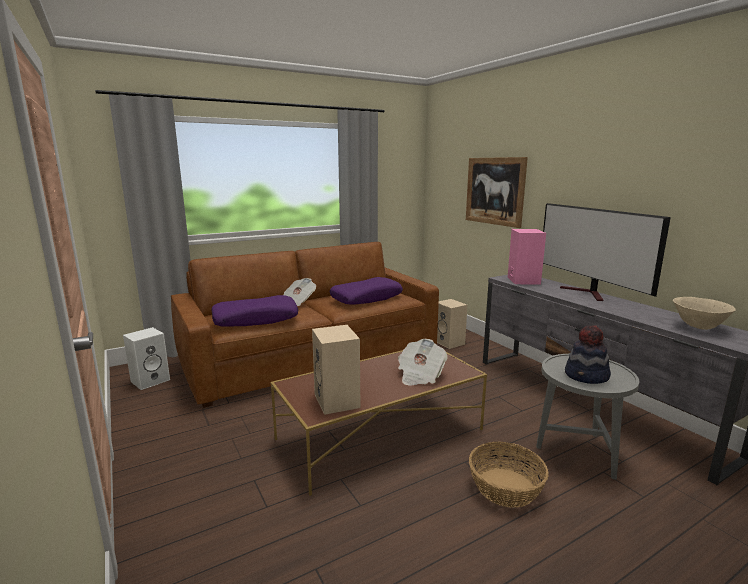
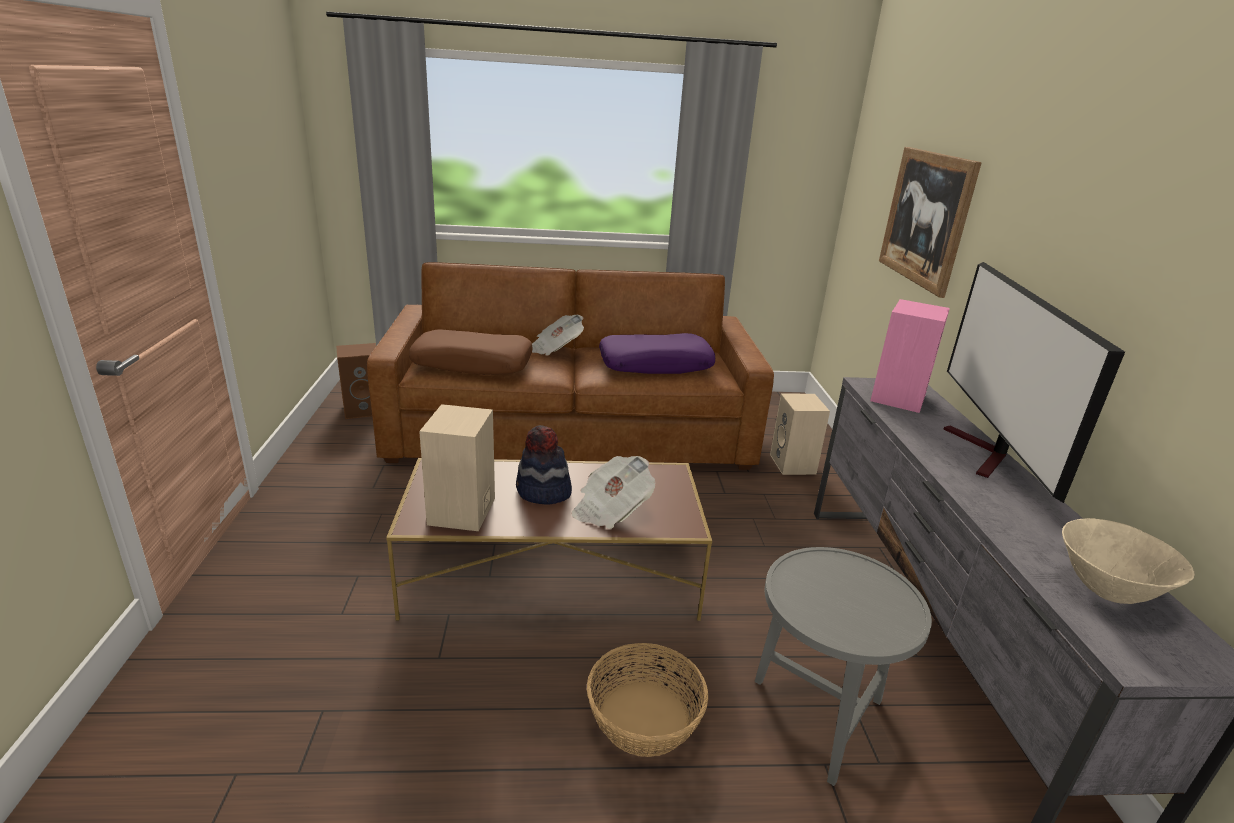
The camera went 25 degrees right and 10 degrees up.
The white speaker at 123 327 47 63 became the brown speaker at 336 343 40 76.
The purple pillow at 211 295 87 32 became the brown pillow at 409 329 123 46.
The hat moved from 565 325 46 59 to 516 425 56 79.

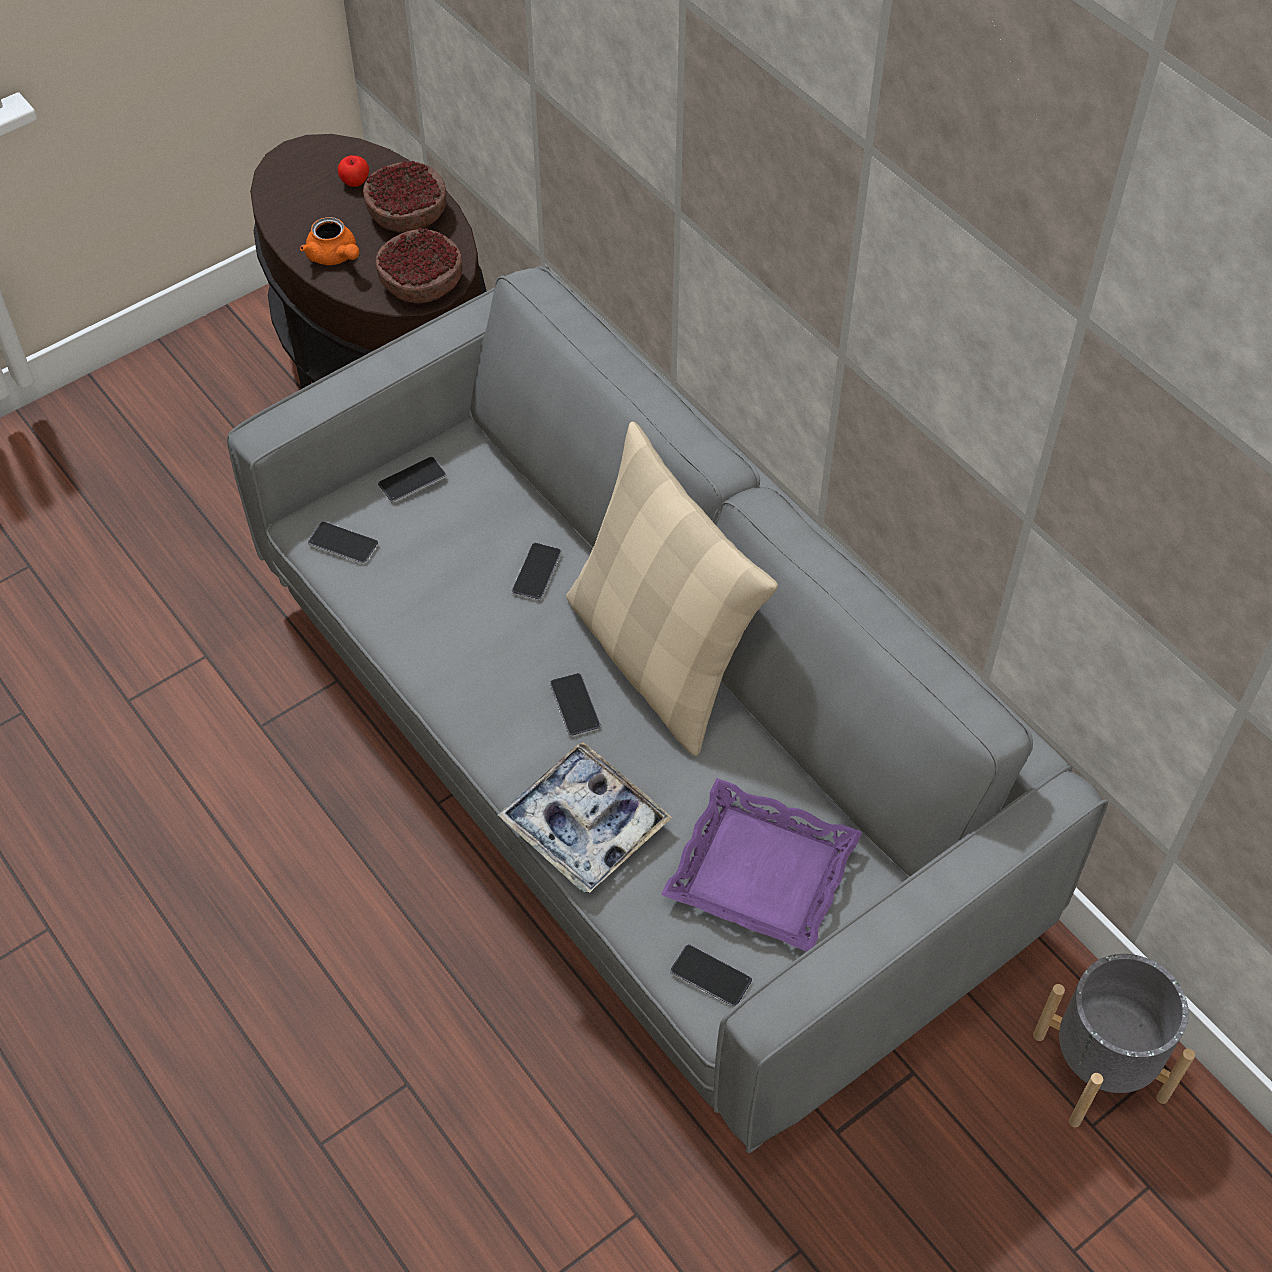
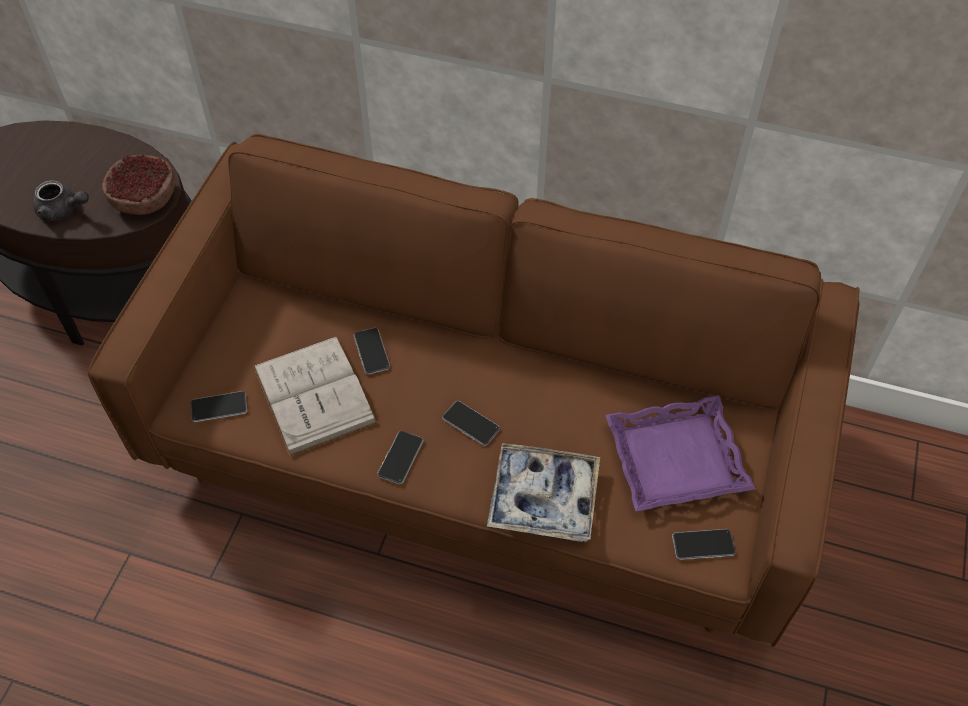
The camera went 35 degrees left and 0 degrees up.
The orange teapot at 300 217 60 48 became the grey teapot at 33 180 56 41.
The grey sofa at 227 266 881 887 became the brown sofa at 88 134 772 513.
The white book at 253 336 124 120 appeared.
The phone moved from 378 457 68 46 to 377 431 46 53.
The apple at 338 155 31 32 disappeared.
The bowl at 363 161 84 71 disappeared.
The beige pillow at 566 421 212 335 disappeared.
The grey planter at 1033 954 162 173 disappeared.

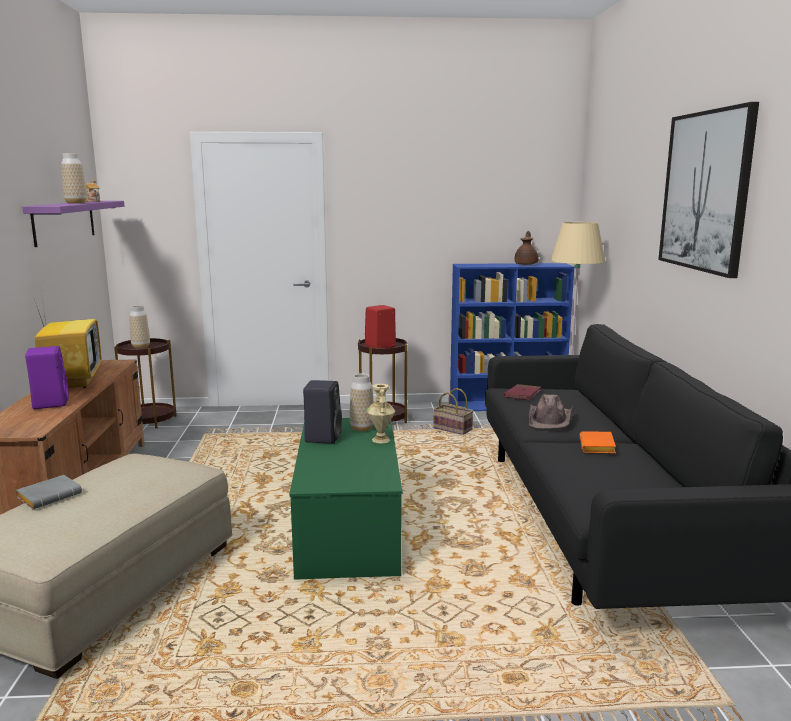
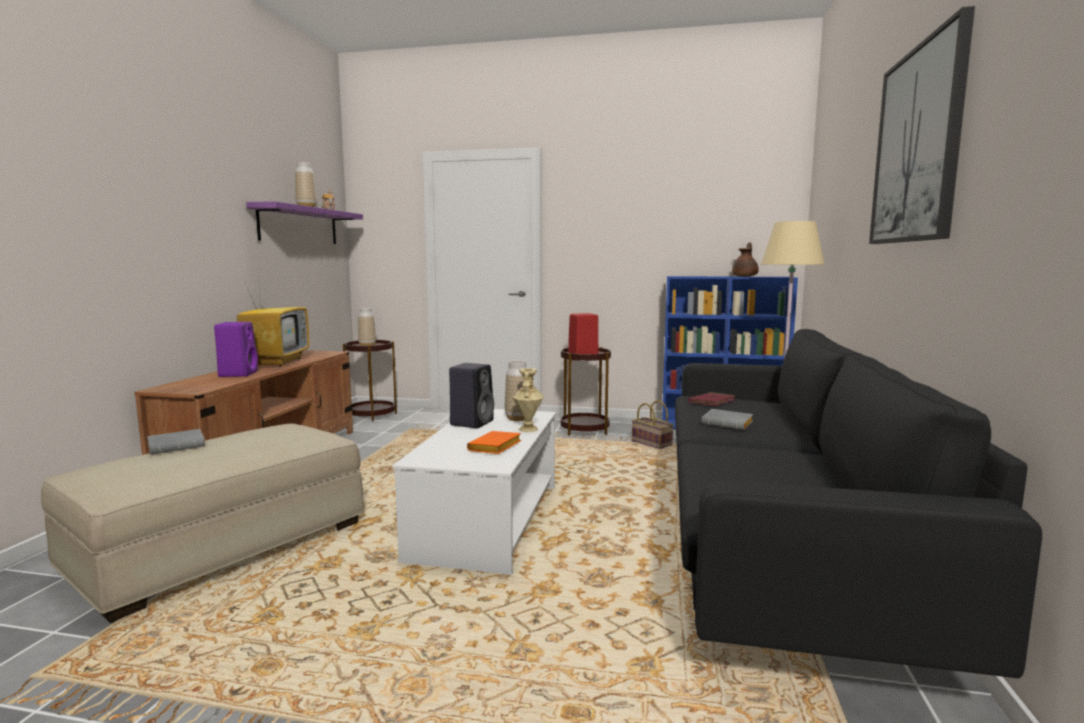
The camera went 15 degrees right and 5 degrees down.
The green coffee table at 289 418 113 162 became the white coffee table at 392 409 164 166.
The orange book moved from 580 431 36 22 to 467 431 54 23.
The brown hat at 529 395 45 33 was replaced by the grey book at 702 409 51 21.

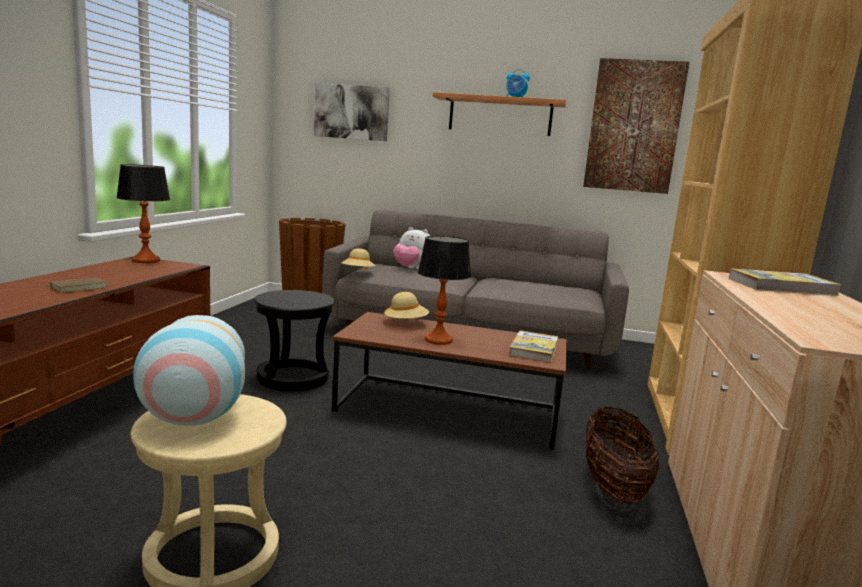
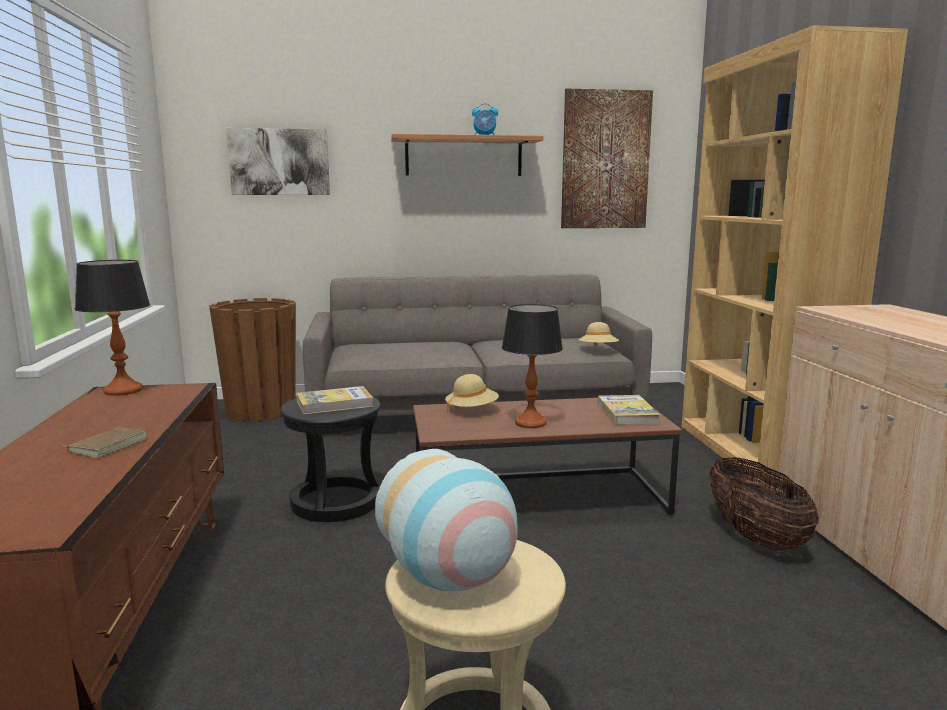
The camera went 20 degrees left and 0 degrees up.
The book moved from 729 268 113 28 to 296 386 77 29.
The beige hat moved from 341 248 35 22 to 579 322 40 24.
The plush toy at 393 227 37 42 disappeared.

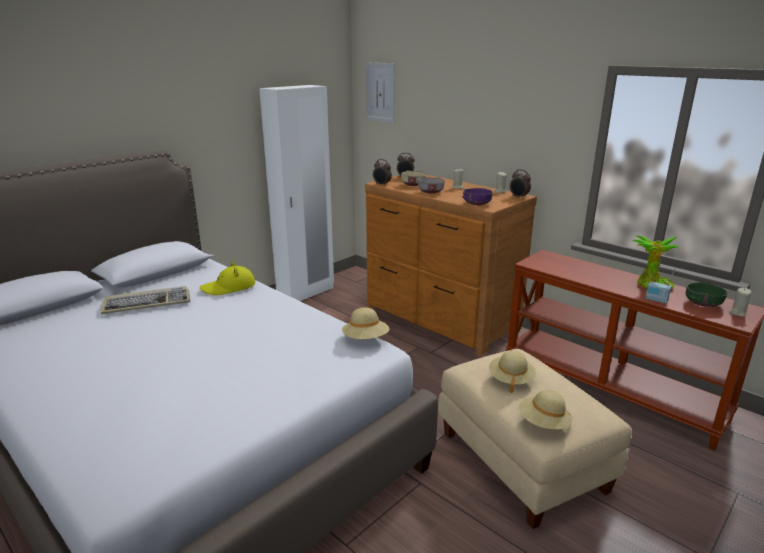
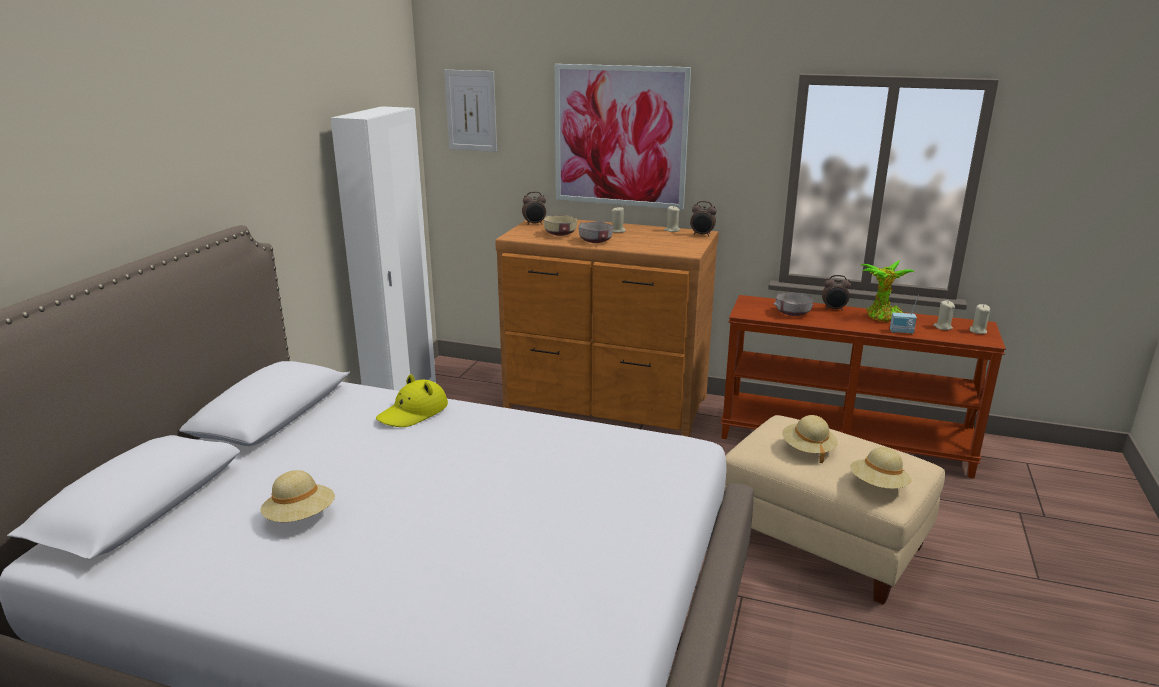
The camera went 25 degrees left and 0 degrees up.
The beige hat moved from 342 307 47 32 to 260 470 75 52.
The picture at 554 64 137 145 appeared.
The grey bowl at 774 293 40 23 appeared.
The alarm clock moved from 373 159 19 27 to 822 275 29 36.
The green bowl at 685 282 42 25 was replaced by the beige candle at 933 300 22 30.
The keyboard at 101 286 89 28 disappeared.
The purple bowl at 462 188 31 17 disappeared.

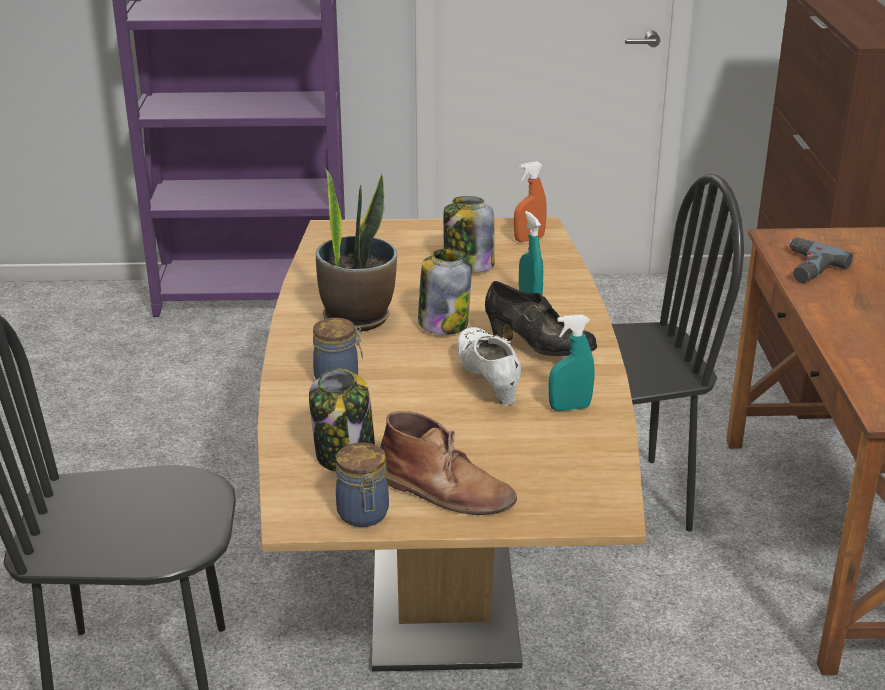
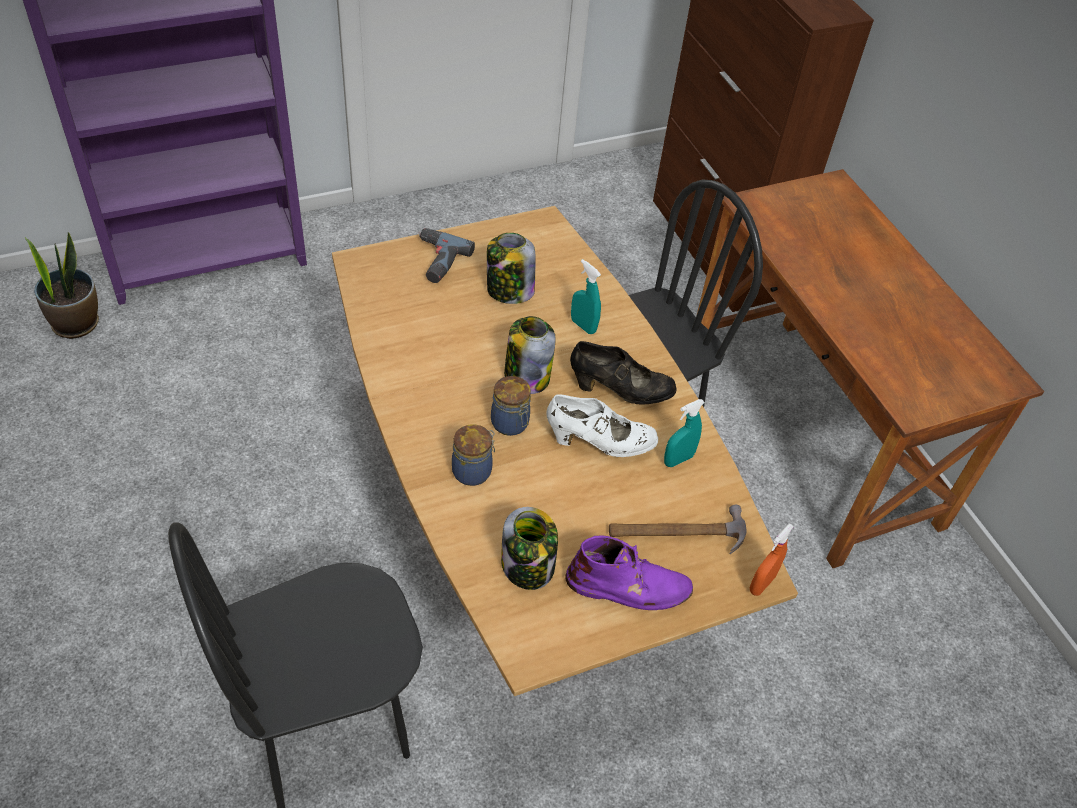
The camera went 25 degrees left and 20 degrees up.
The potted plant moved from 316 167 81 165 to 24 232 75 107.
The power drill moved from 789 237 64 46 to 418 228 57 55.
The jar moved from 336 442 53 85 to 491 376 40 60.
The white shoe at 457 327 64 79 turned 135 degrees clockwise.
The brown boot at 380 411 137 104 became the purple boot at 565 535 128 75.
The hammer at 609 505 138 49 appeared.
The orange spray bottle moved from 514 161 33 81 to 750 523 44 73.

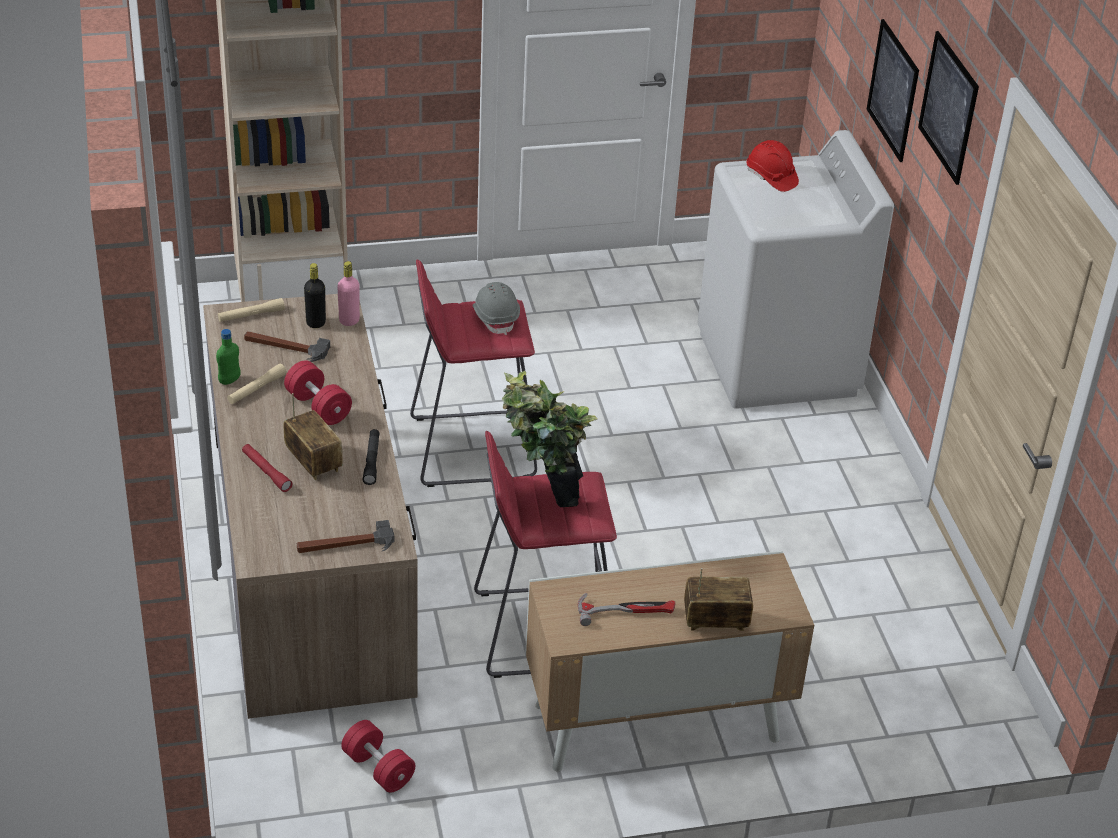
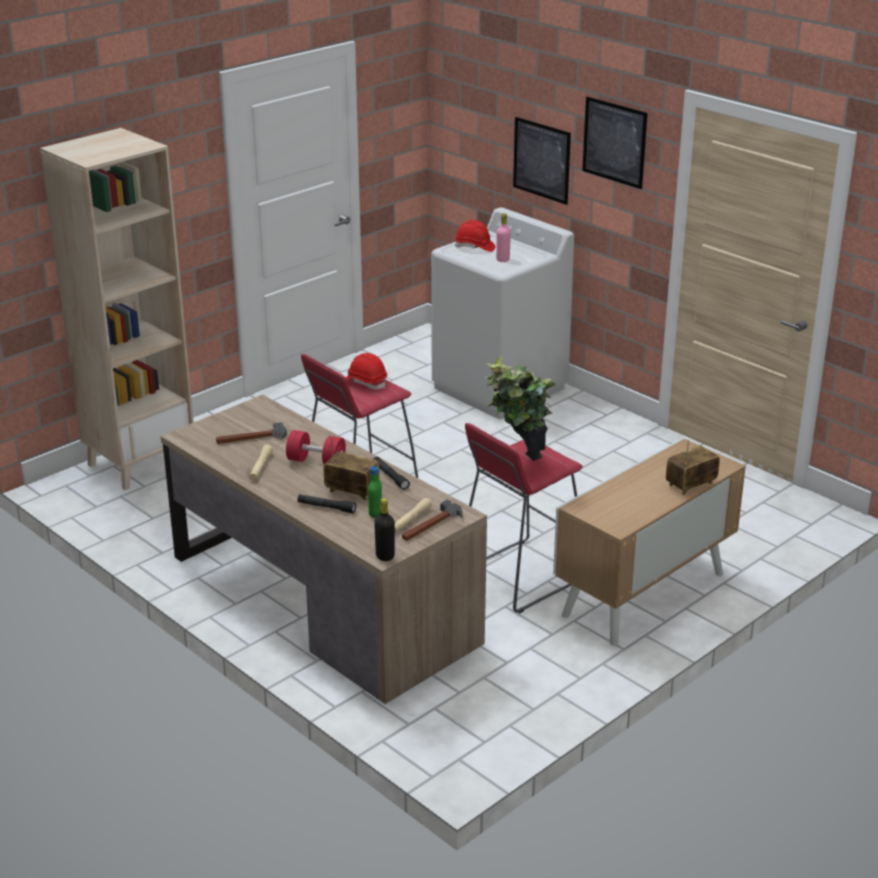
The camera went 30 degrees left and 10 degrees down.
The red flashlight at 242 444 51 48 became the black flashlight at 297 494 59 20.
The grey hard hat at 472 282 48 53 became the red hard hat at 345 353 42 37.
The green bottle moved from 216 329 25 56 to 368 466 14 52.
The black bottle moved from 304 263 22 65 to 374 498 21 63.
The beige flashlight moved from 218 298 67 24 to 395 498 37 35.
The pink bottle moved from 337 261 23 65 to 496 213 15 49.
The red dumbbell at 341 720 74 72 disappeared.
The hammer at 578 593 97 33 disappeared.

